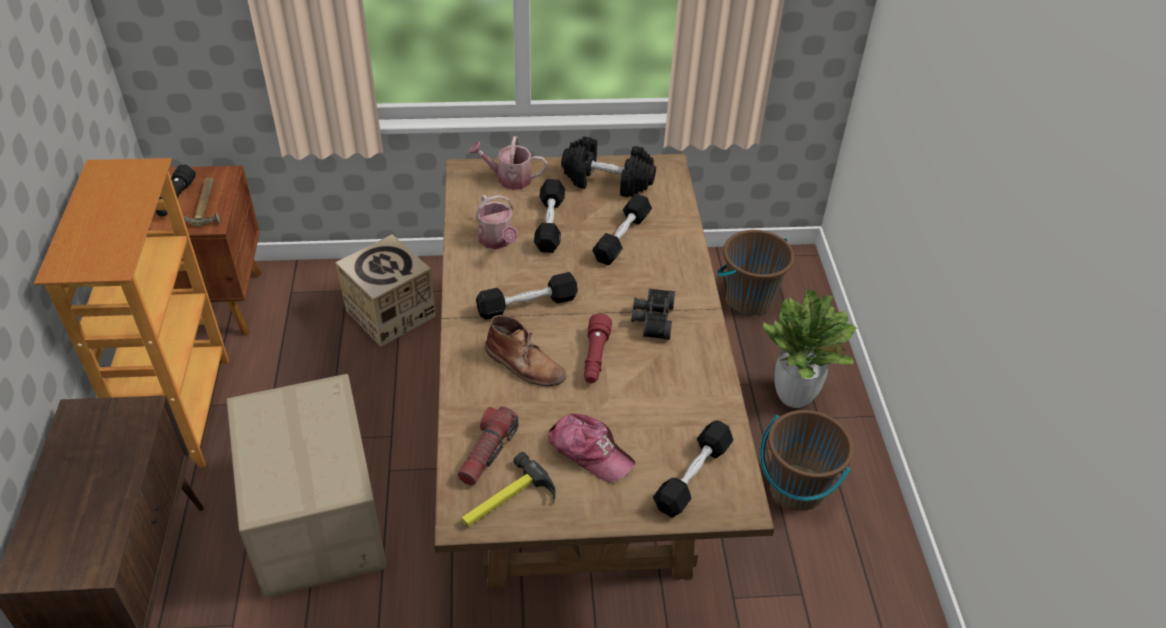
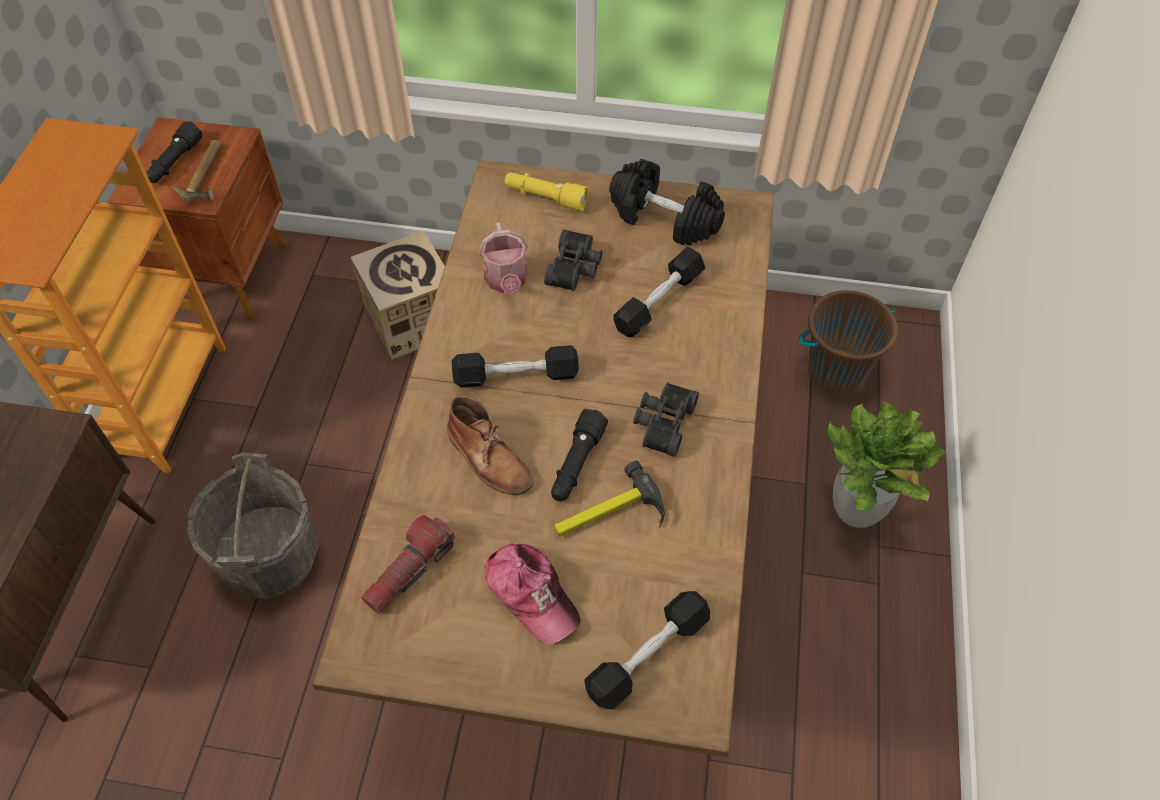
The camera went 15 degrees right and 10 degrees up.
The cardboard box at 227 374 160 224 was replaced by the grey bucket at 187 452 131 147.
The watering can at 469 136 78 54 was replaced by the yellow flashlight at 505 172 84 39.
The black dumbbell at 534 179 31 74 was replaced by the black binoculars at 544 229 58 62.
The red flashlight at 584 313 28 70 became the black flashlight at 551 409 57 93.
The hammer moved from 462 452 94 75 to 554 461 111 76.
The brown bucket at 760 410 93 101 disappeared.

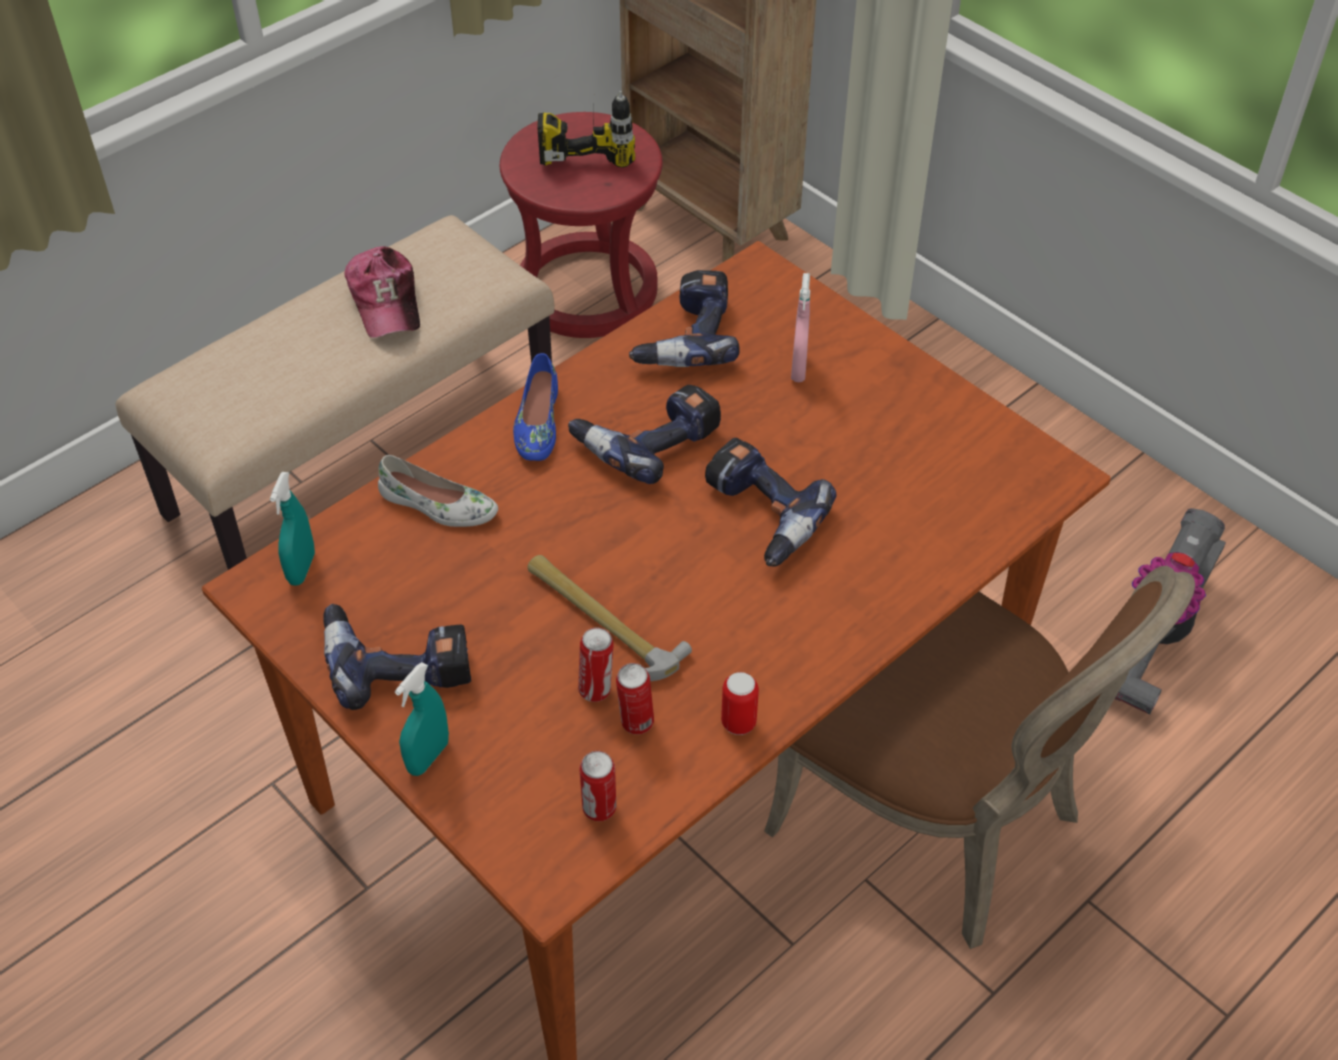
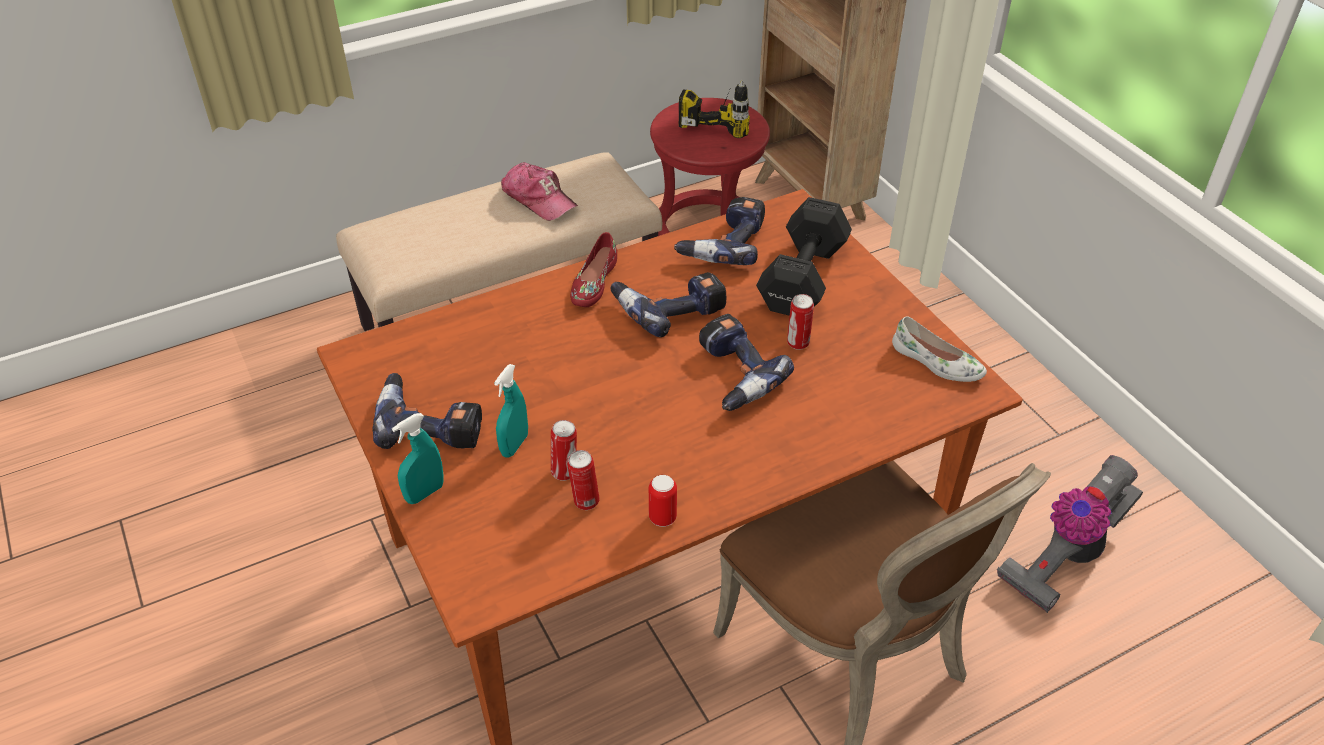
The camera went 15 degrees right and 5 degrees down.
The turquoise spray bottle moved from 270 472 45 114 to 494 364 34 93.
The cap at 344 246 76 92 turned 45 degrees counterclockwise.
The blue shoe at 513 353 45 108 became the red shoe at 570 232 47 75.
The pink spray bottle at 791 273 19 109 was replaced by the black dumbbell at 756 197 96 119.
The can moved from 580 751 36 70 to 787 294 27 56.
The white shoe moved from 378 455 120 72 to 892 316 95 66.
The hammer at 527 555 165 126 disappeared.

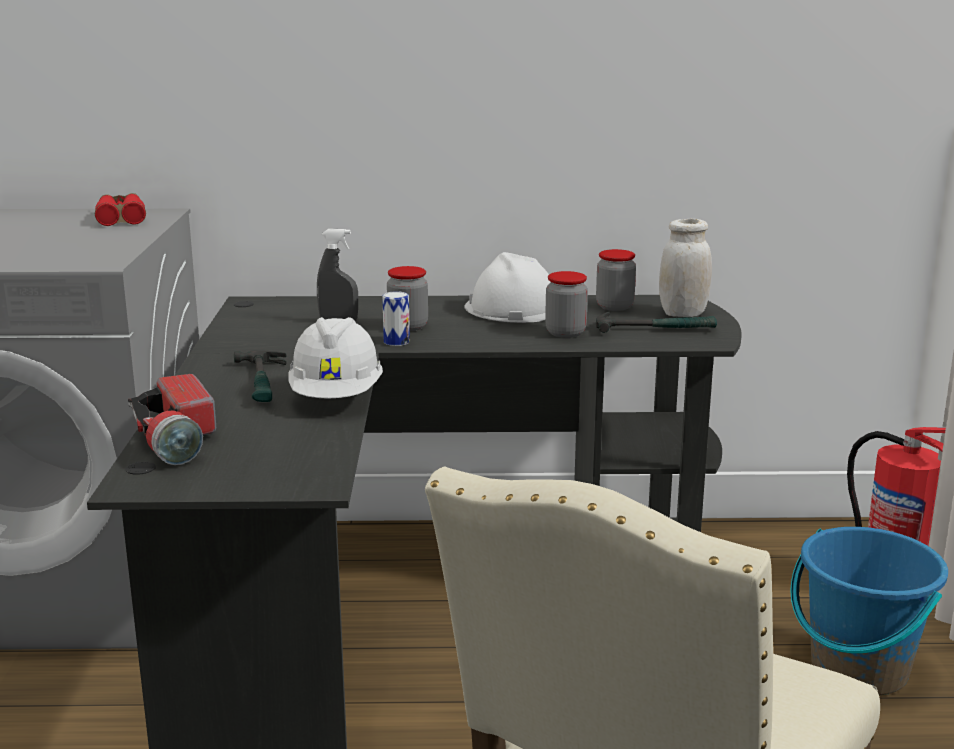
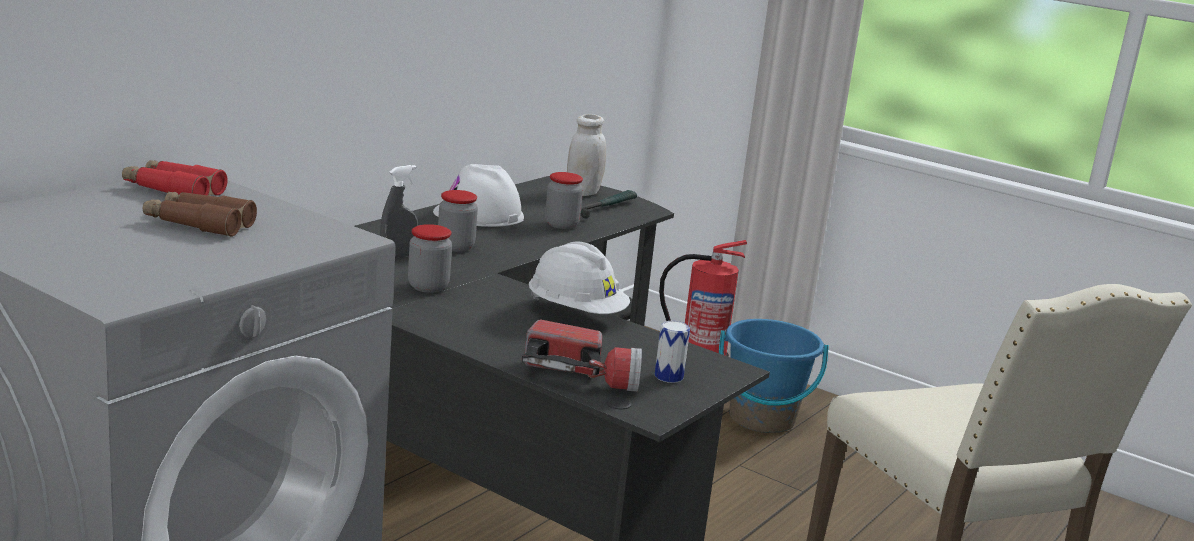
The camera went 55 degrees left and 0 degrees up.
The brown binoculars at 143 192 114 45 appeared.
The jar moved from 596 249 40 62 to 408 224 44 69.
The can moved from 382 291 28 55 to 655 321 35 62.
The hammer at 234 350 52 52 disappeared.

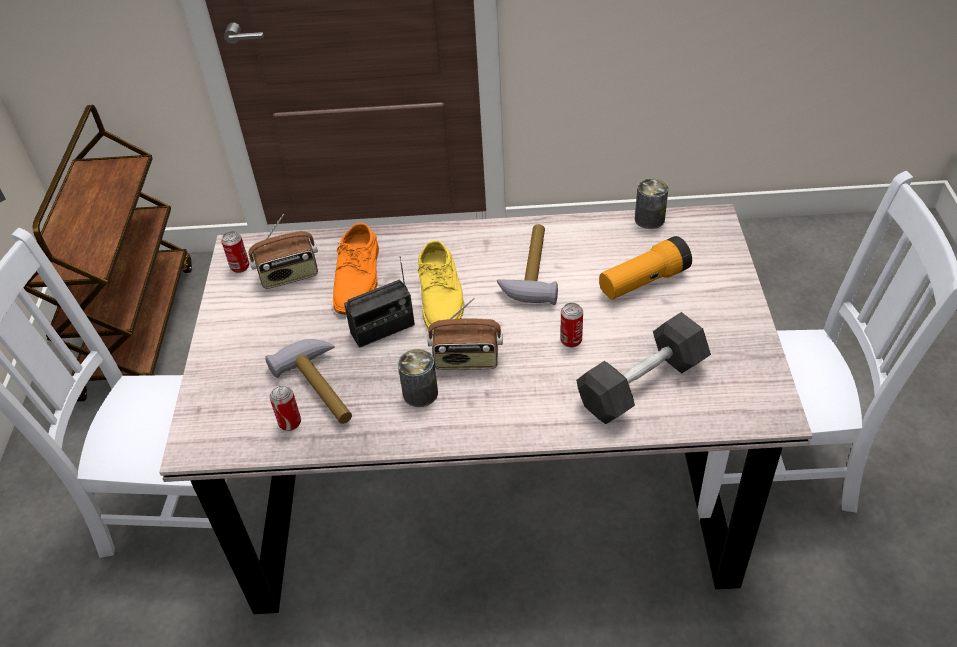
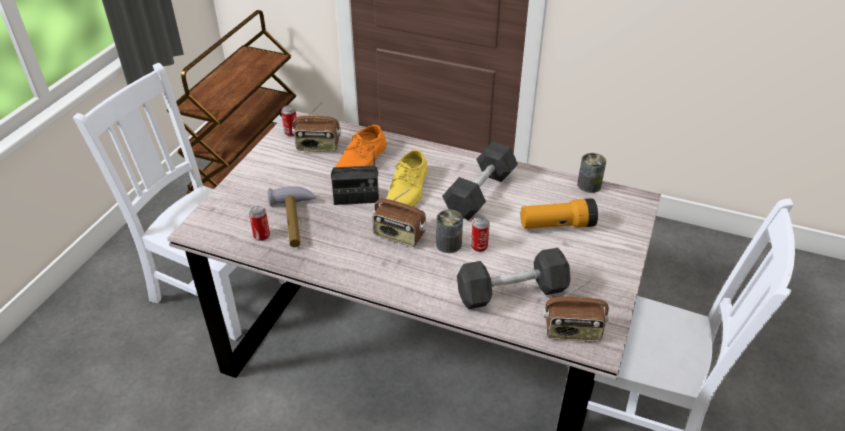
The camera went 20 degrees right and 5 degrees down.
The can moved from 398 349 40 58 to 436 210 27 43.
The hammer at 497 224 61 81 was replaced by the black dumbbell at 442 141 76 79.
The radio at 543 280 66 62 appeared.

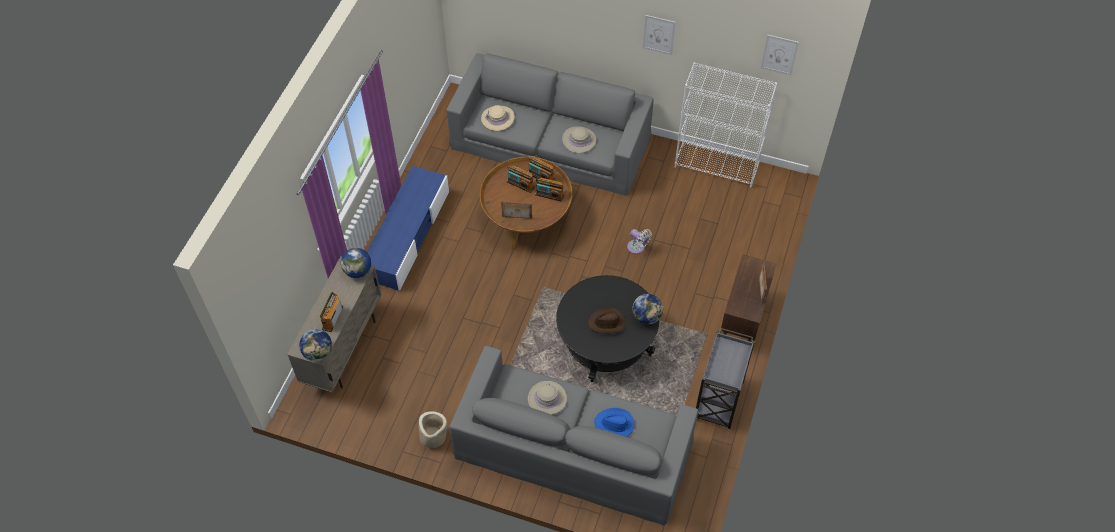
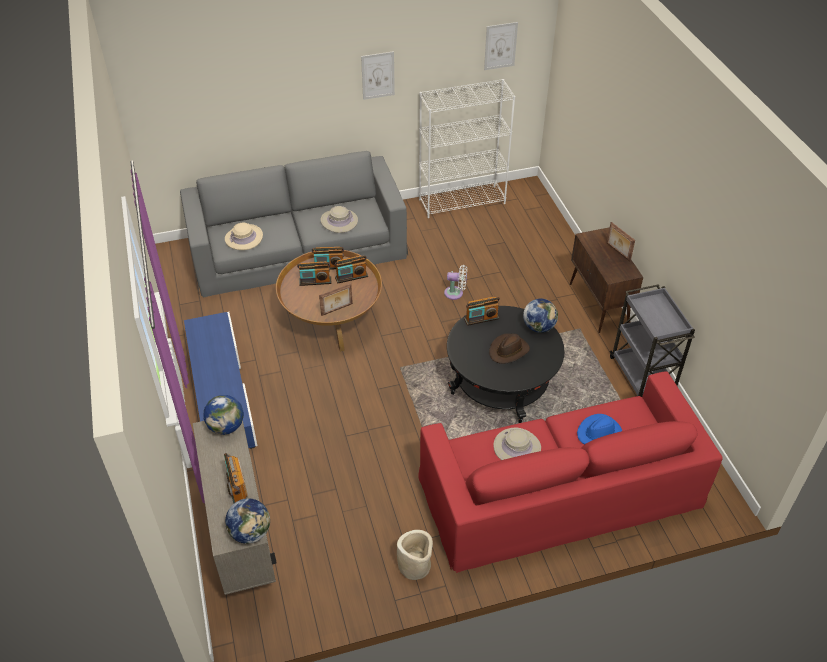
The camera went 35 degrees left and 10 degrees down.
The grey sofa at 450 346 248 180 became the red sofa at 419 371 303 202.
The radio at 464 297 36 29 appeared.

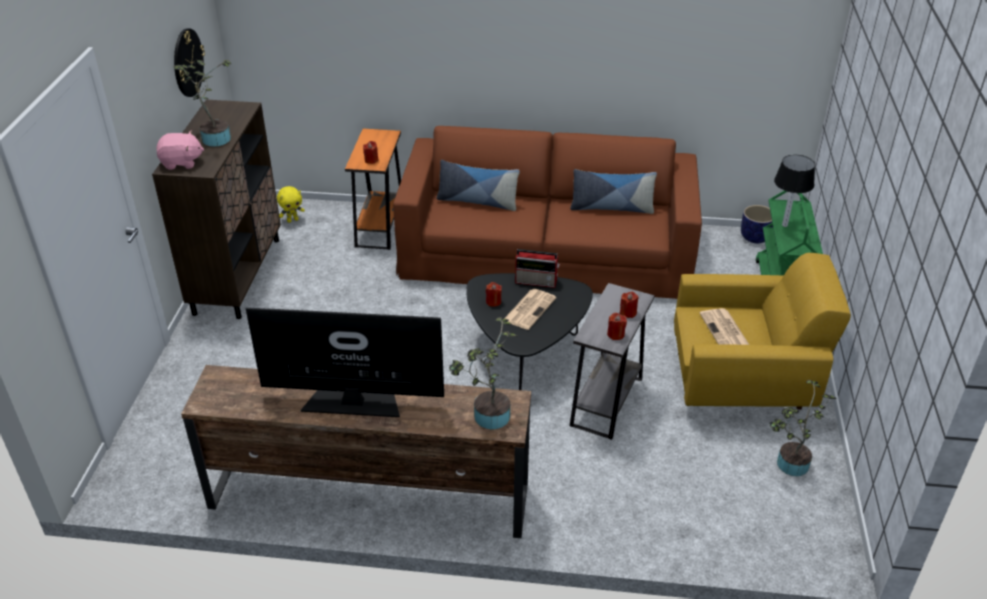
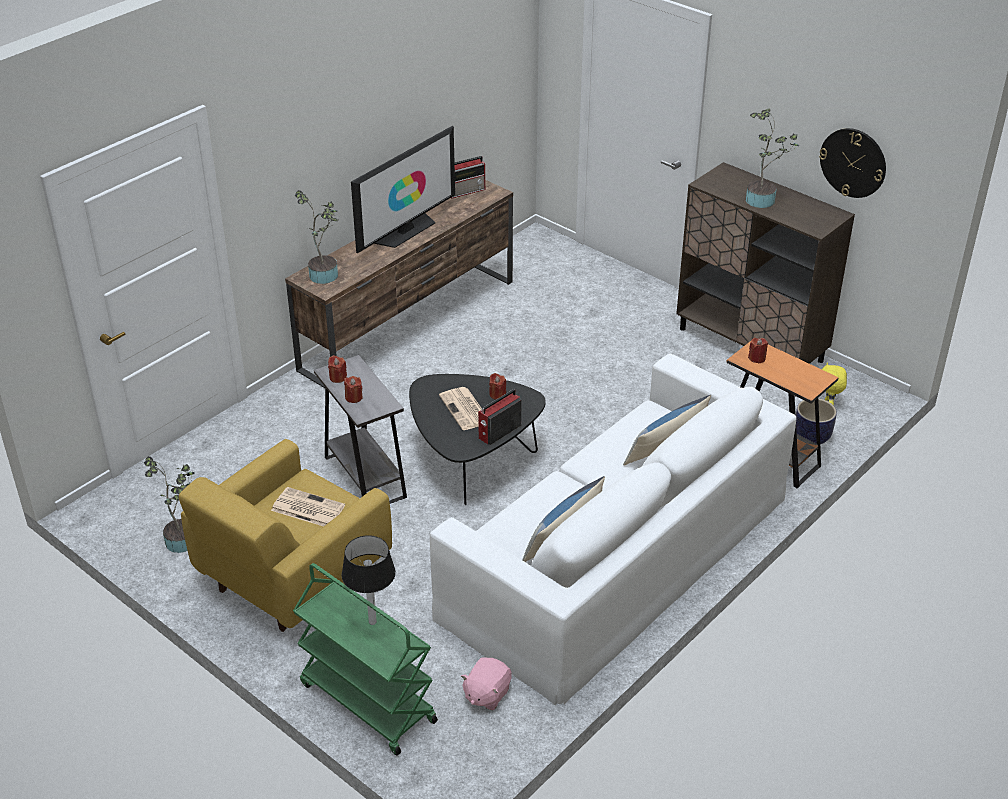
The camera went 125 degrees right and 0 degrees up.
The brown sofa at 393 126 309 173 became the white sofa at 430 354 367 352.
The radio at 451 156 34 43 appeared.
The pink plush toy moved from 157 131 47 39 to 461 657 51 53.
The planter moved from 741 205 32 38 to 796 398 41 46.

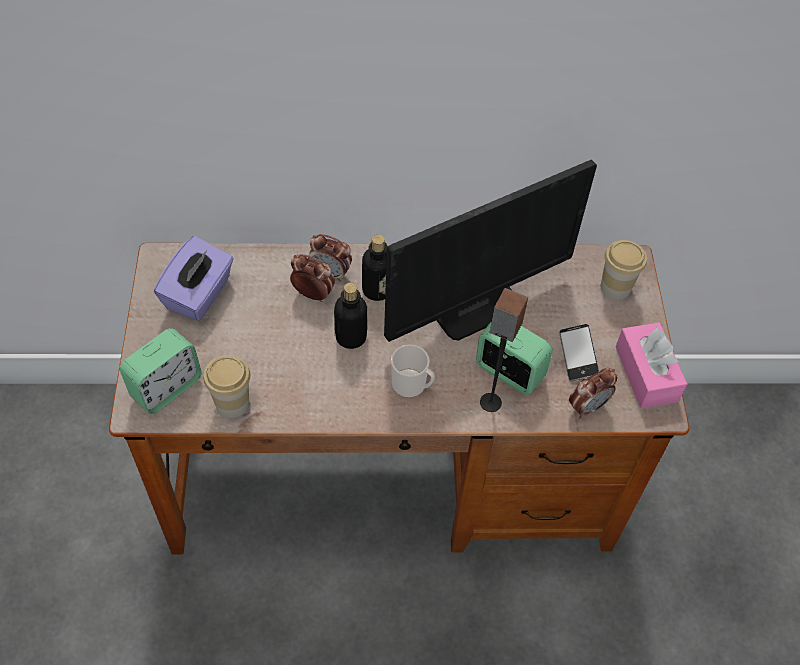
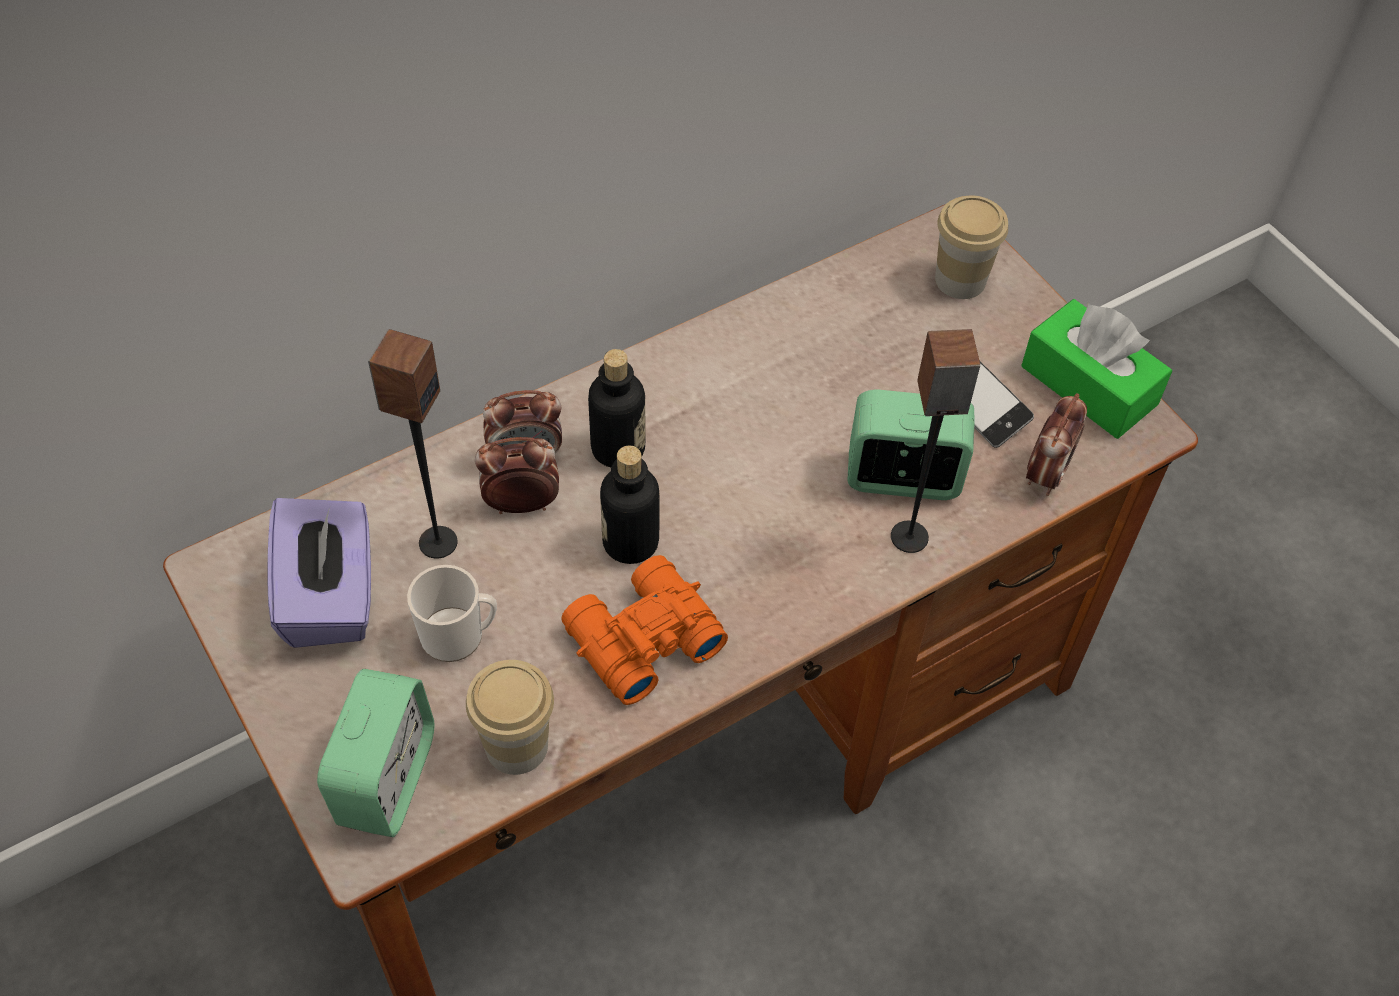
The camera went 30 degrees left and 0 degrees up.
The speaker at 368 329 89 230 appeared.
The mug moved from 391 344 44 54 to 407 565 90 97.
The orange binoculars at 561 555 167 150 appeared.
The pink tissue box at 616 322 71 87 became the green tissue box at 1022 299 150 140.
The monitor at 384 160 213 182 disappeared.

